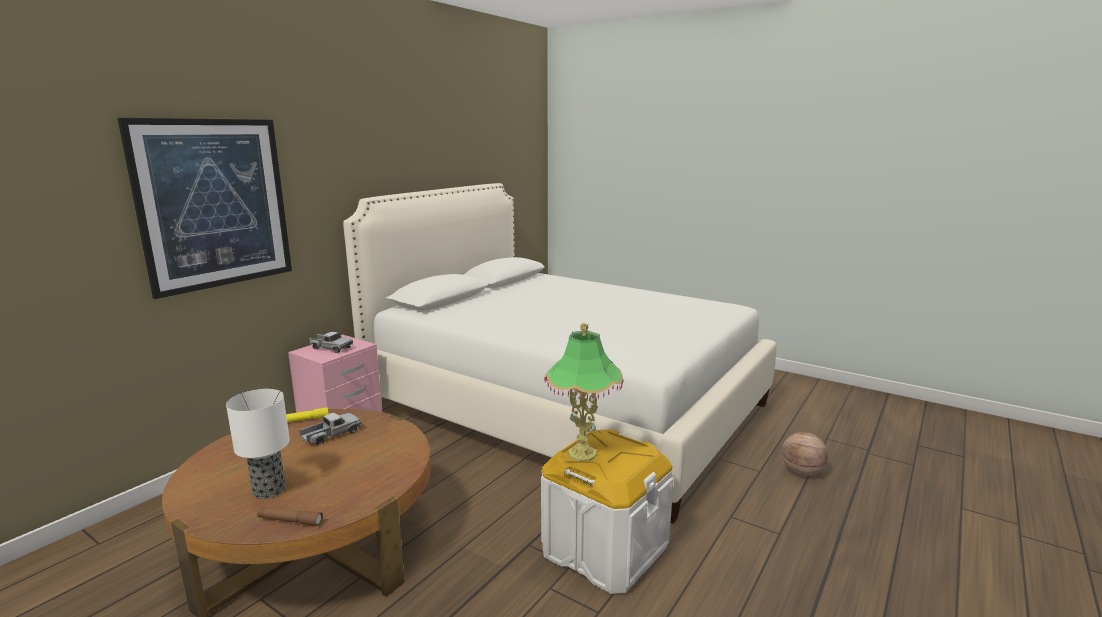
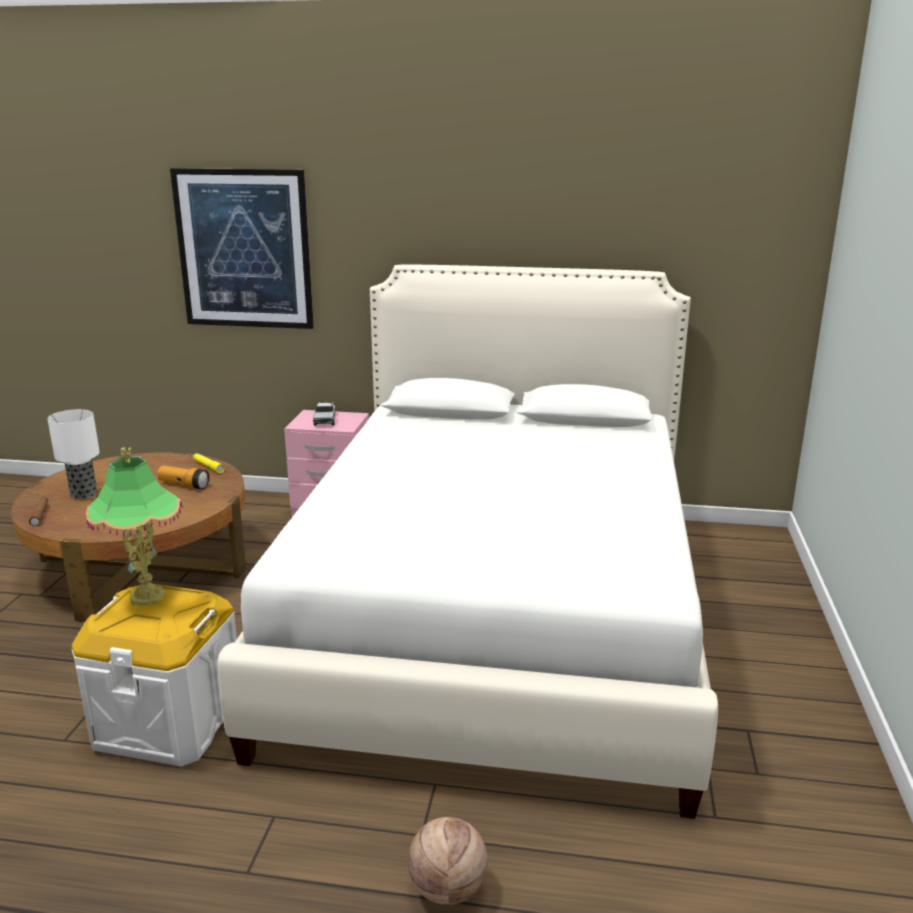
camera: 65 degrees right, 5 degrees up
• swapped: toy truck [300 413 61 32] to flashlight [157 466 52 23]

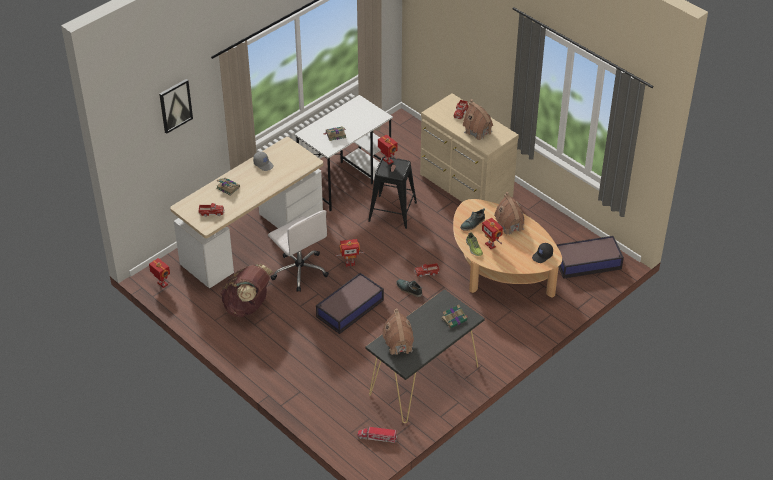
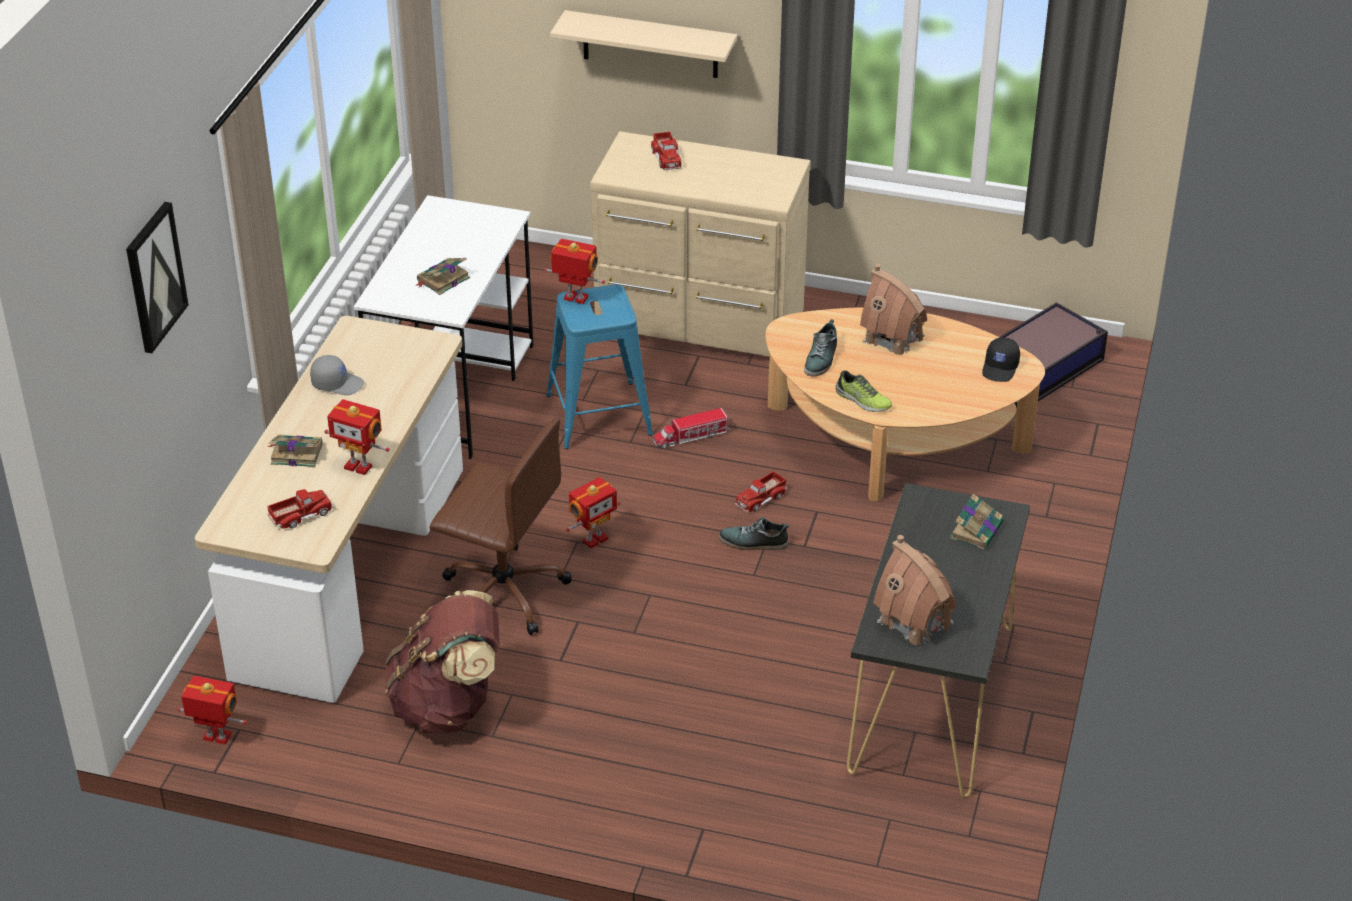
camera: 30 degrees left, 5 degrees down
• repainted: office chair (white) [268 210 61 82] to office chair (brown) [430 418 142 217]
• gone: storage box [316 273 68 61]
• shifted: toy truck [357 426 40 17] to [653 408 77 41]
• repainted: stool (black) [368 156 49 73] to stool (blue) [546 285 107 164]
• gone: toy house [463 99 30 41]
• shifted: toy robot [482 218 21 31] to [325 399 65 76]
• new: shelf (beige) [550 10 187 68]

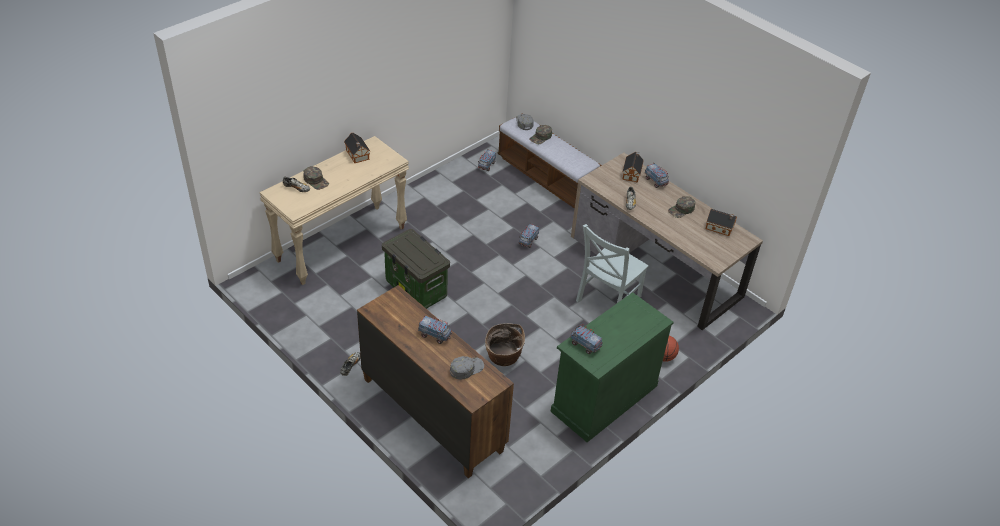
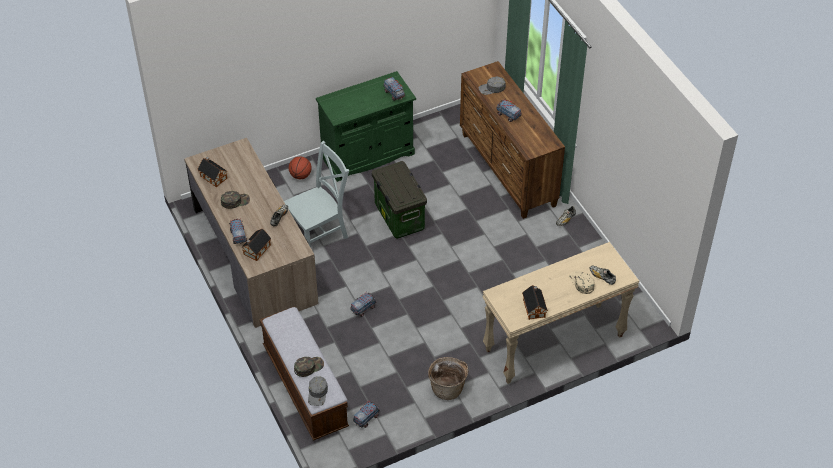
camera: 160 degrees left, 5 degrees up
• repainted: cap (green) [303 166 26 24] to cap (beige) [570 271 25 23]
• shifted: storage box [382 229 68 80] to [372 161 55 78]
• shifted: basket [485 323 40 43] to [428 357 40 43]

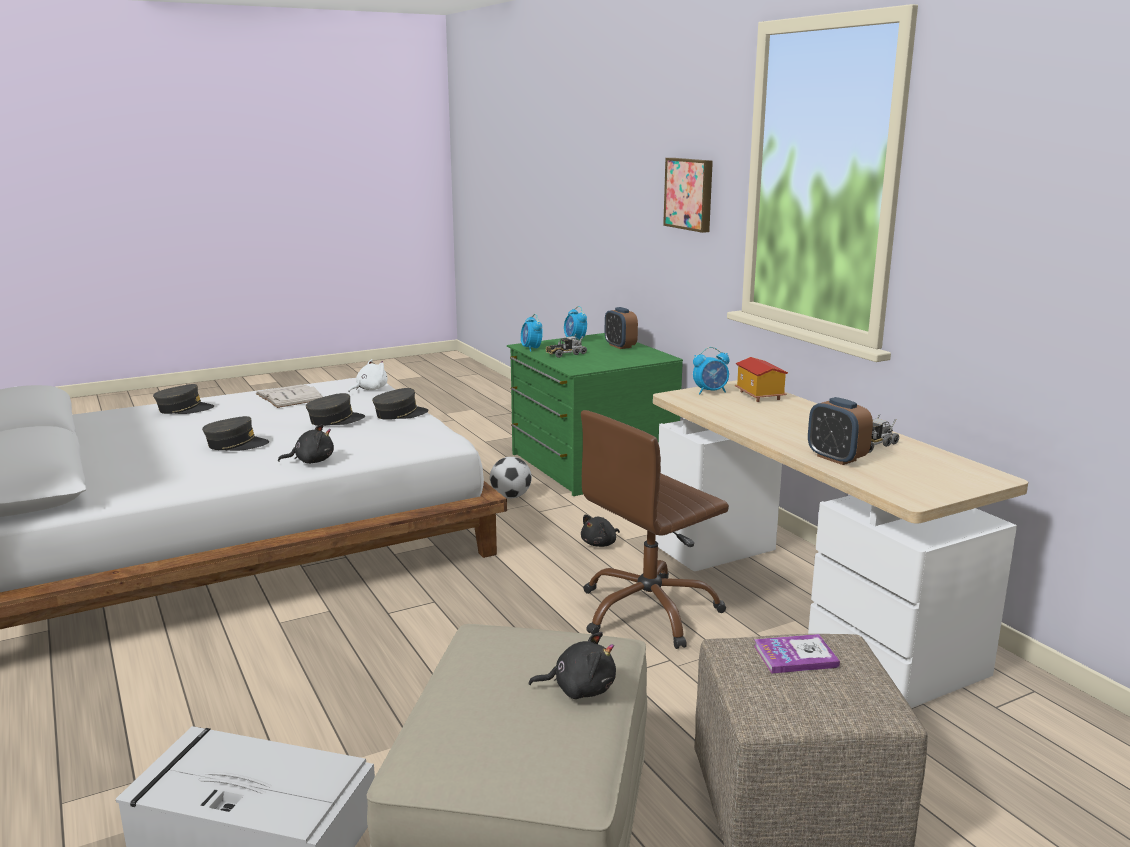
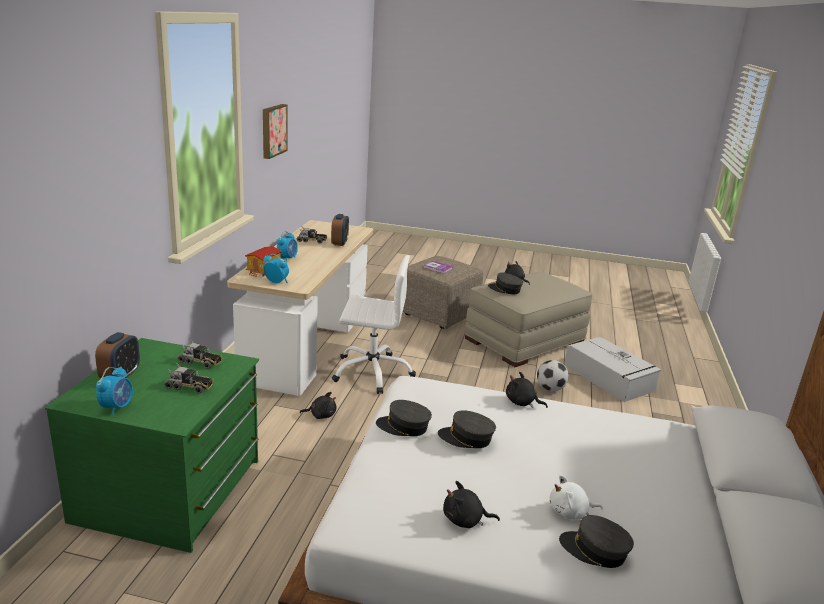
camera: 140 degrees left, 5 degrees up
• shifted: cap (grey) [202 416 67 35] to [488 272 35 22]
• swapped: book (white) [256 384 66 24] to plush toy (black) [443 481 57 47]
• shifted: plush toy (white) [349 359 38 33] to [550 475 53 45]
• shifted: football [490 457 42 41] to [537 360 32 31]
• shifted: alarm clock [521 314 22 38] to [277 231 21 31]
• repainted: office chair (brown) [581 410 148 239] to office chair (white) [332 255 84 139]
• shifted: picture [663 158 50 75] to [263 104 25 55]
• new: toy truck [178 339 45 30]

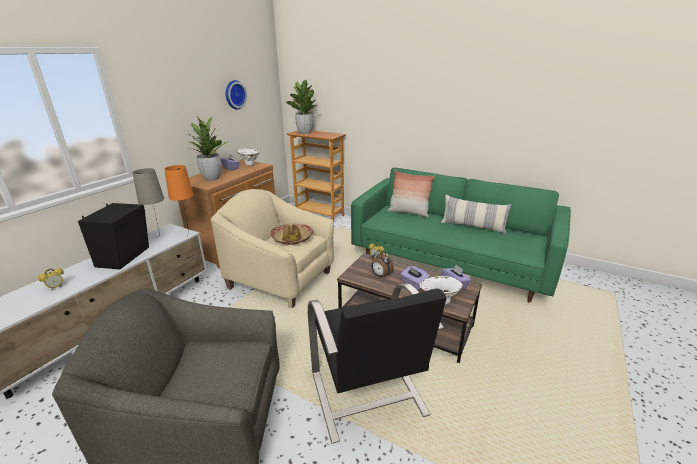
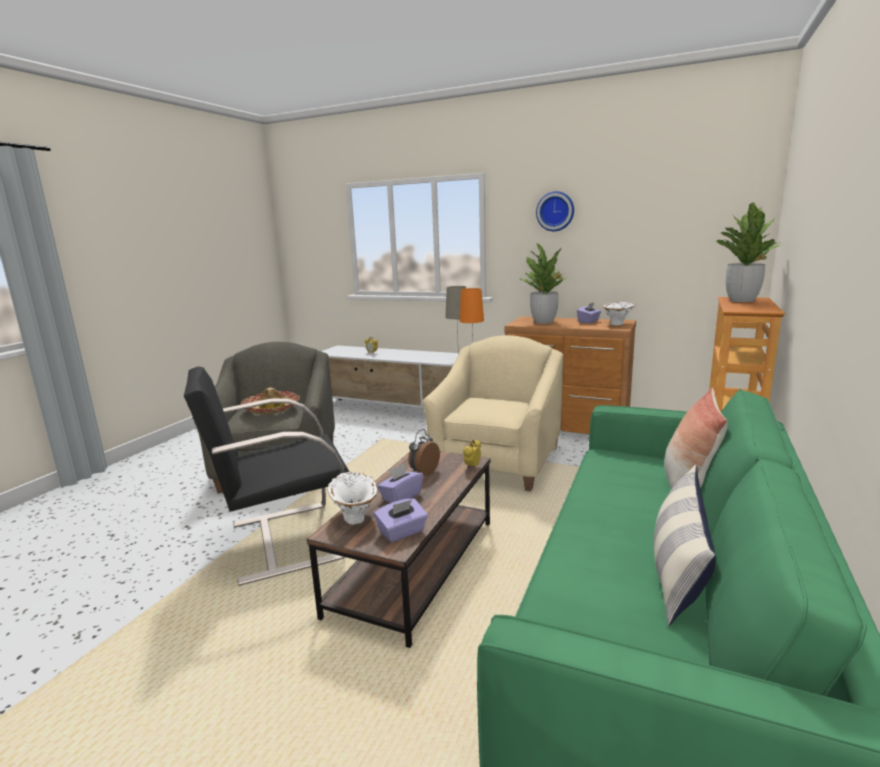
camera: 85 degrees right, 10 degrees down
• gone: speaker (black) [78 203 71 66]
• shifted: wall clock [226 80 21 30] to [536 191 38 40]
• shifted: hat [270 223 43 22] to [241 388 59 26]

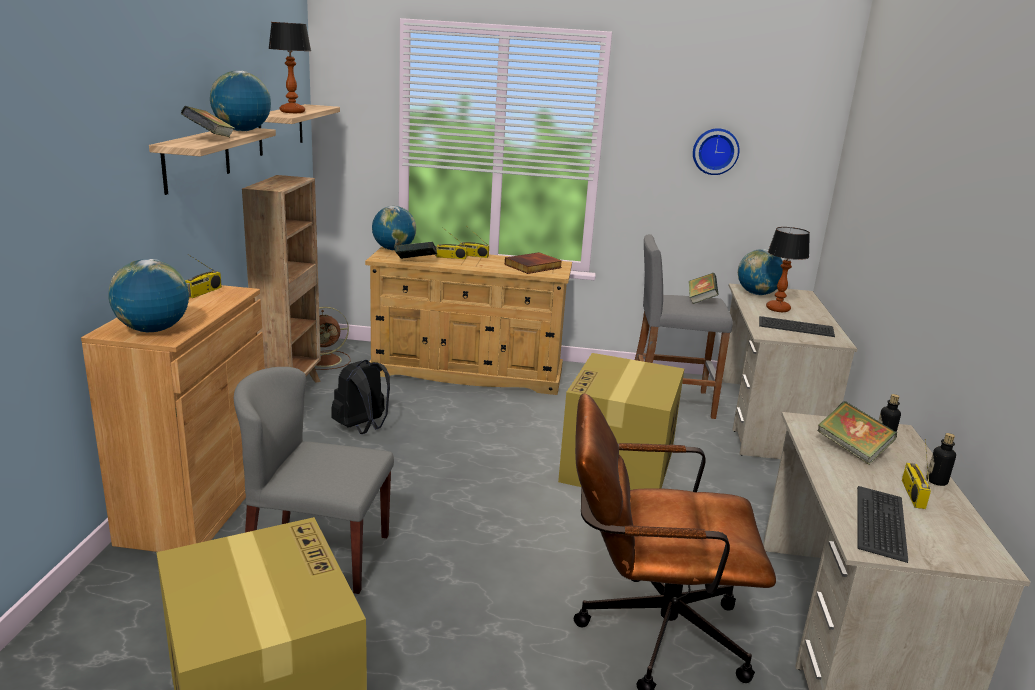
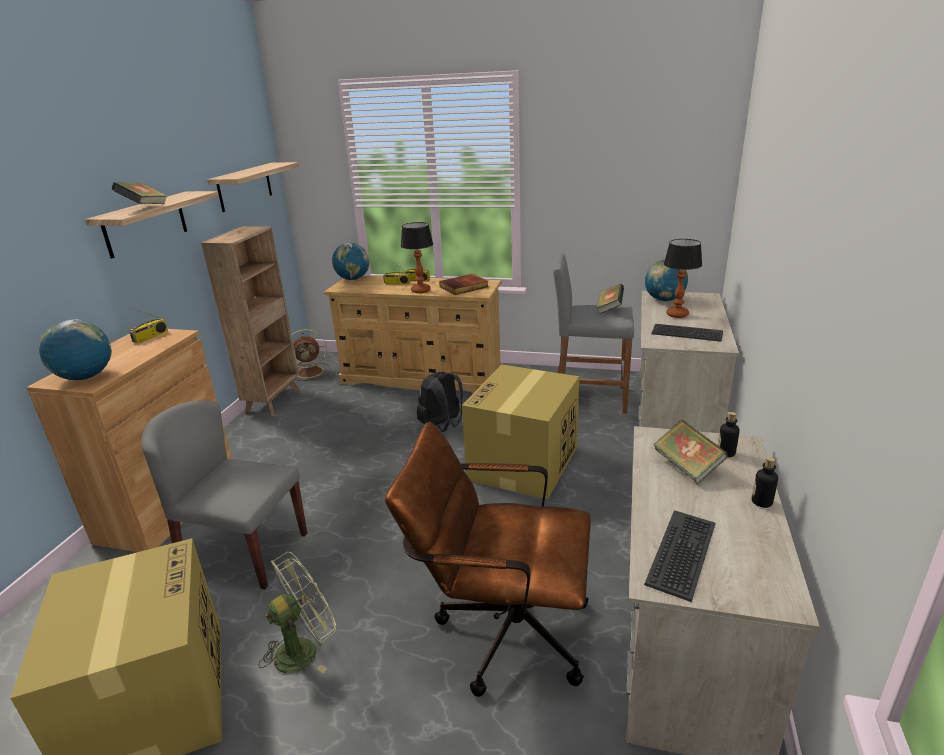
camera: 10 degrees right, 5 degrees up
• gone: globe [210 71 61 60]
• shifted: table lamp [268 22 43 91] to [401 222 32 71]
• shifted: backpack (black) [331 360 59 74] to [417 372 46 60]
• gone: book [395 242 42 17]
• gone: wall clock [693 128 47 47]
• gone: radio [902 439 29 70]
• new: fan (green) [259 552 77 121]

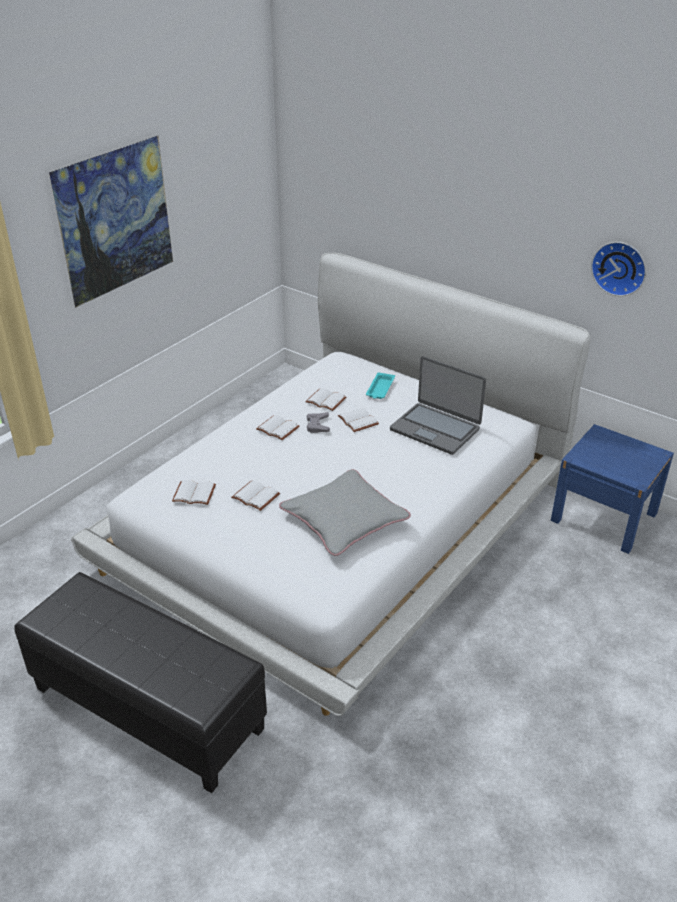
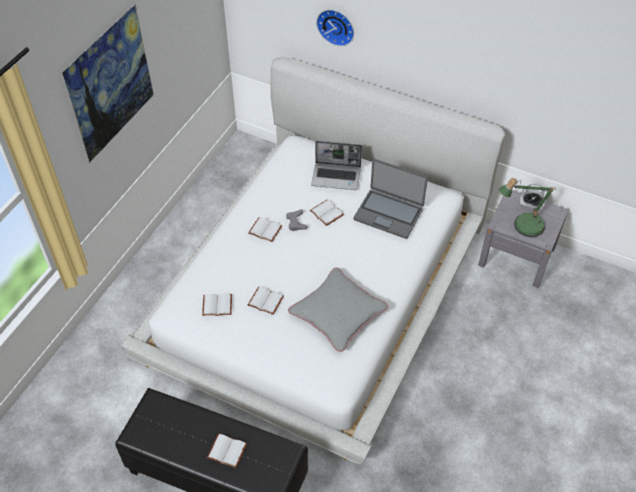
camera: 10 degrees left, 15 degrees up
• shifted: book (white) [305 388 42 23] to [207 433 40 35]
• swapped: tray (turquoise) [366 372 29 27] to laptop [311 141 51 49]
• repainted: nightstand (blue) [551 424 123 130] to nightstand (grey) [478 190 91 98]
• shifted: wall clock [591 242 55 54] to [316 9 38 37]
• new: table lamp [499 178 57 59]
• new: alarm clock [520 184 27 25]

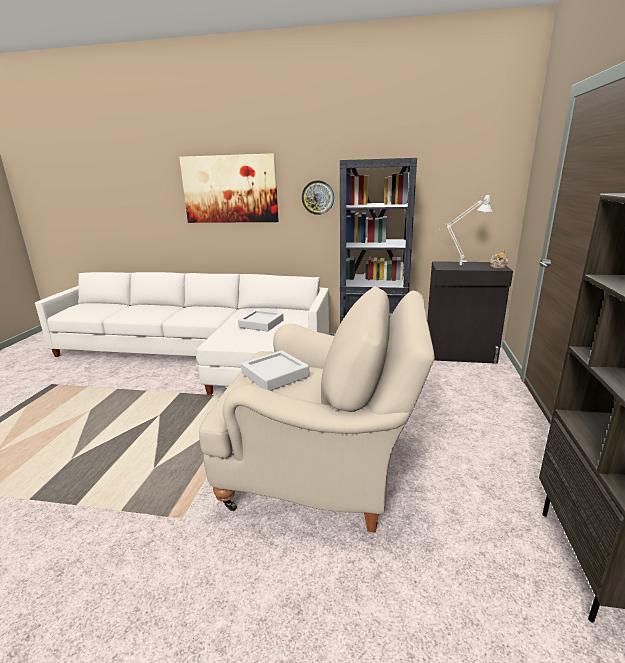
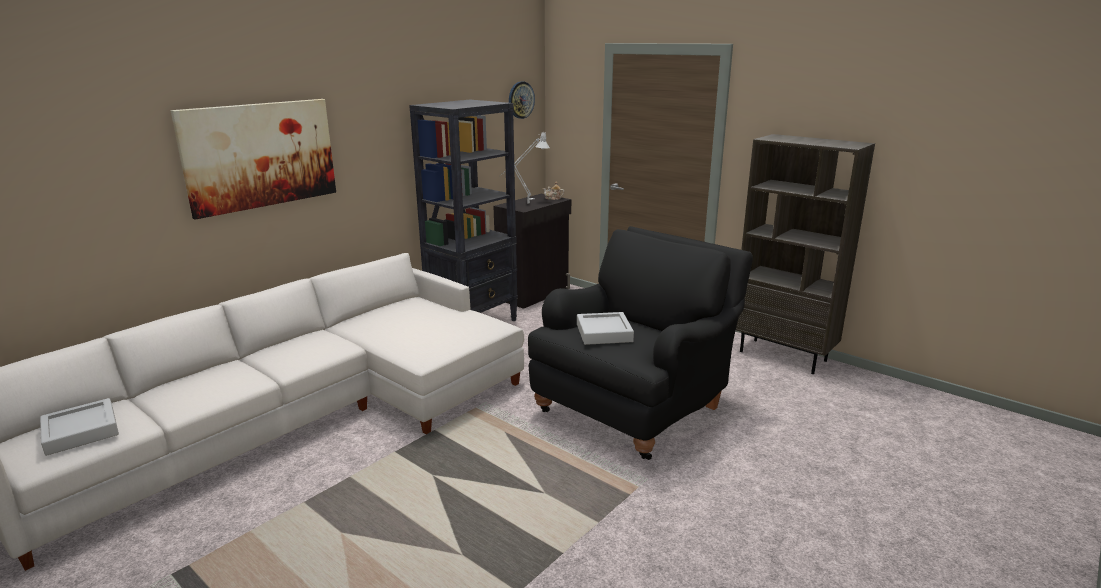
camera: 60 degrees left, 0 degrees up
• repainted: armchair (beige) [199 286 236 247] to armchair (black) [528 226 225 234]
• shifted: tray (grey) [238 310 46 21] to [40 398 79 58]
• shifted: wall clock [302 180 32 35] to [509 82 26 37]

